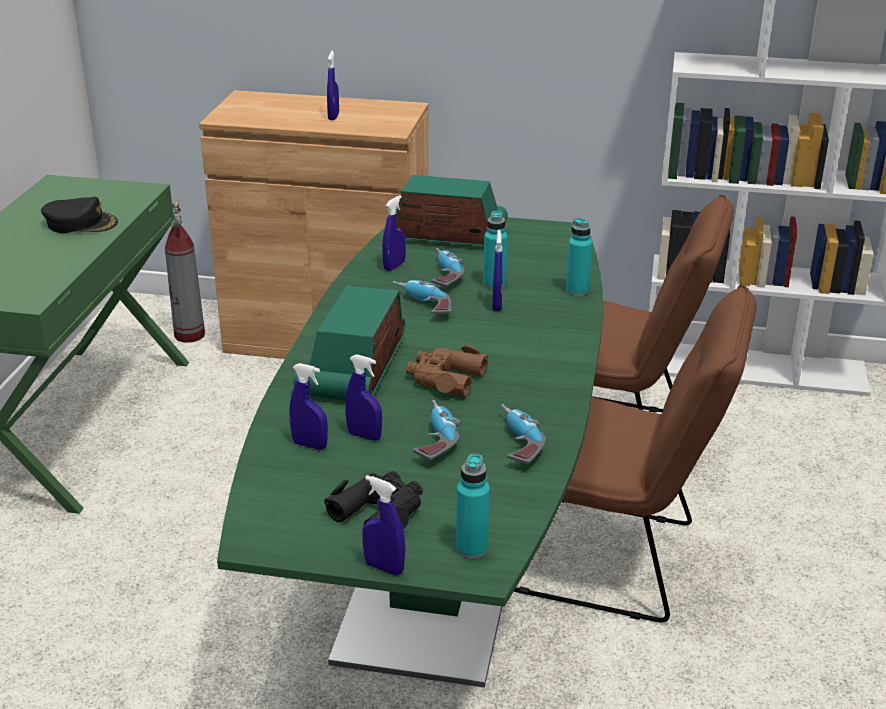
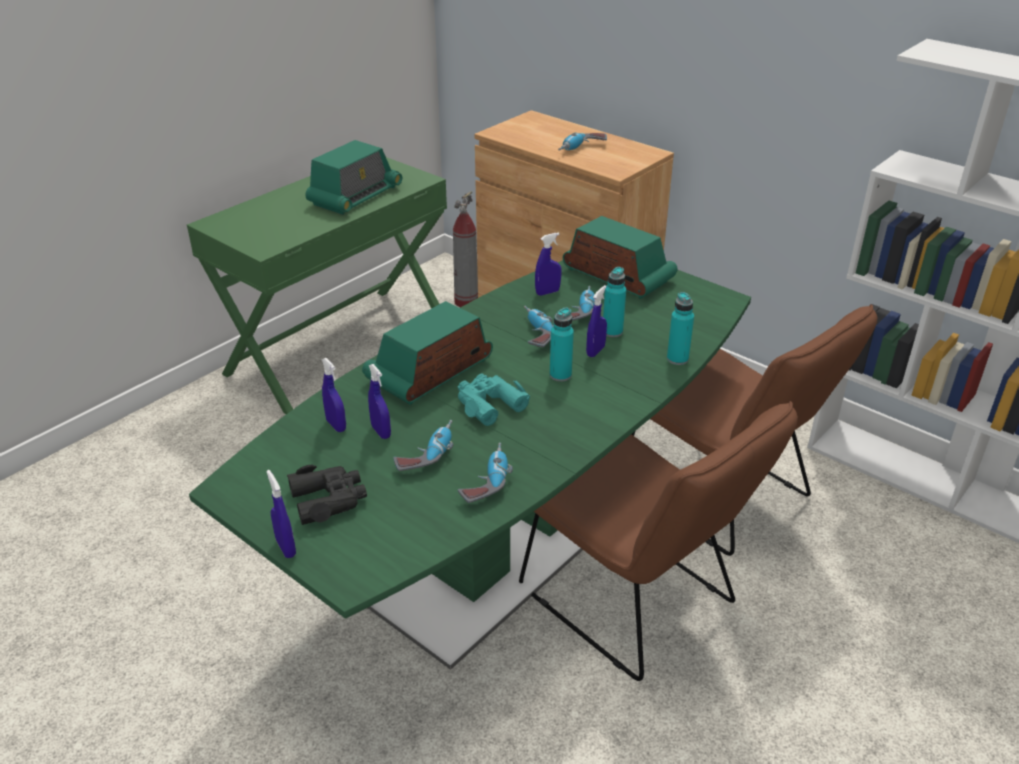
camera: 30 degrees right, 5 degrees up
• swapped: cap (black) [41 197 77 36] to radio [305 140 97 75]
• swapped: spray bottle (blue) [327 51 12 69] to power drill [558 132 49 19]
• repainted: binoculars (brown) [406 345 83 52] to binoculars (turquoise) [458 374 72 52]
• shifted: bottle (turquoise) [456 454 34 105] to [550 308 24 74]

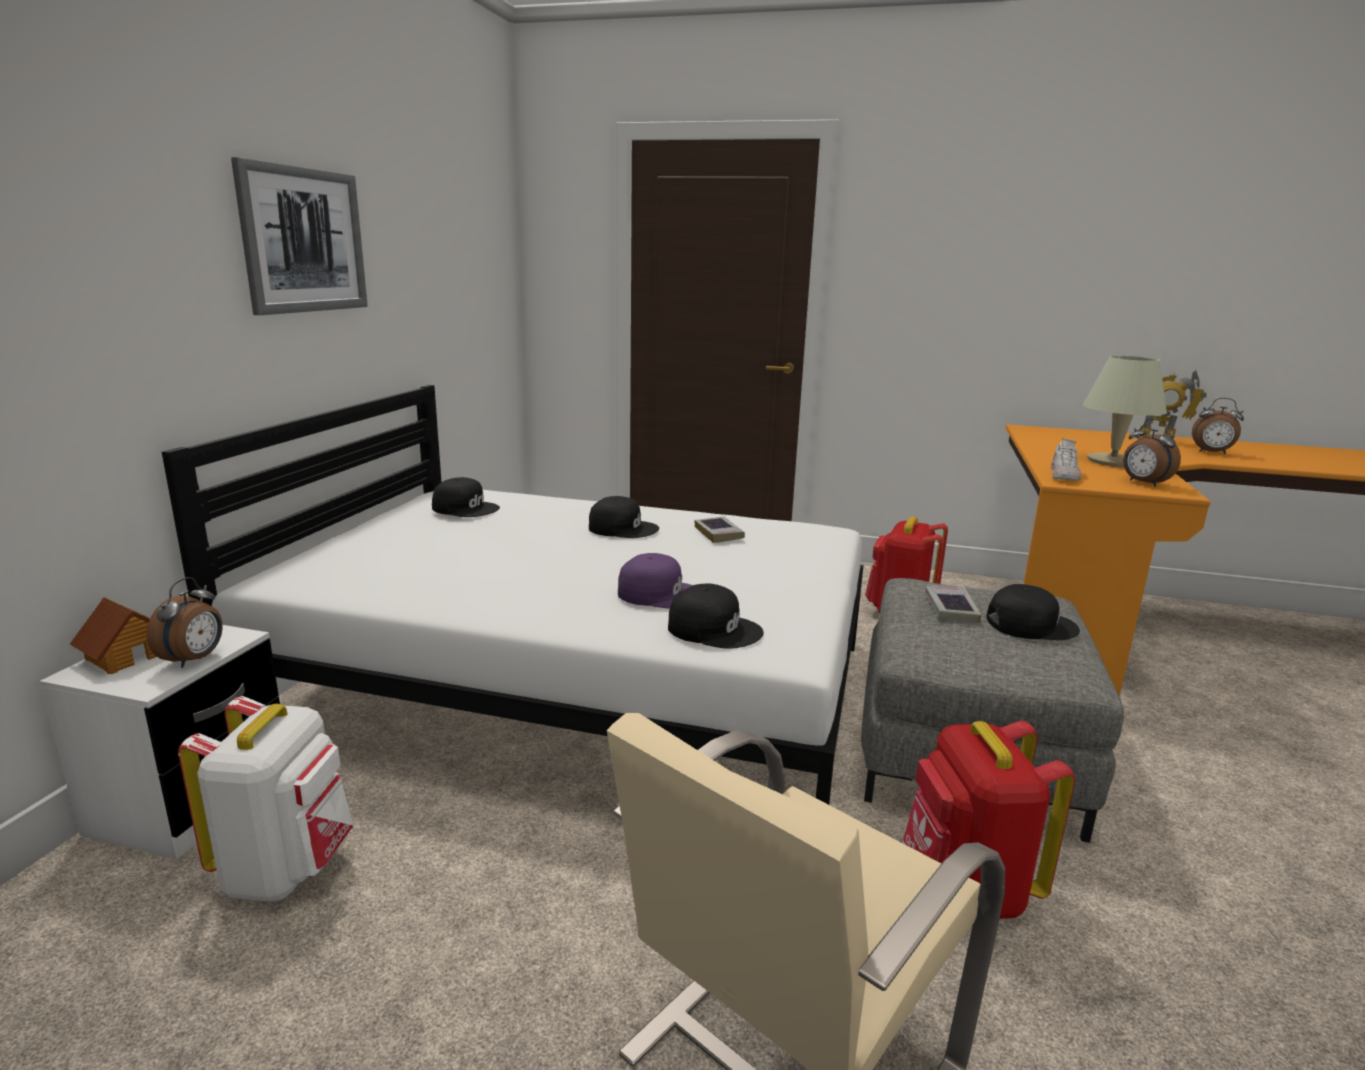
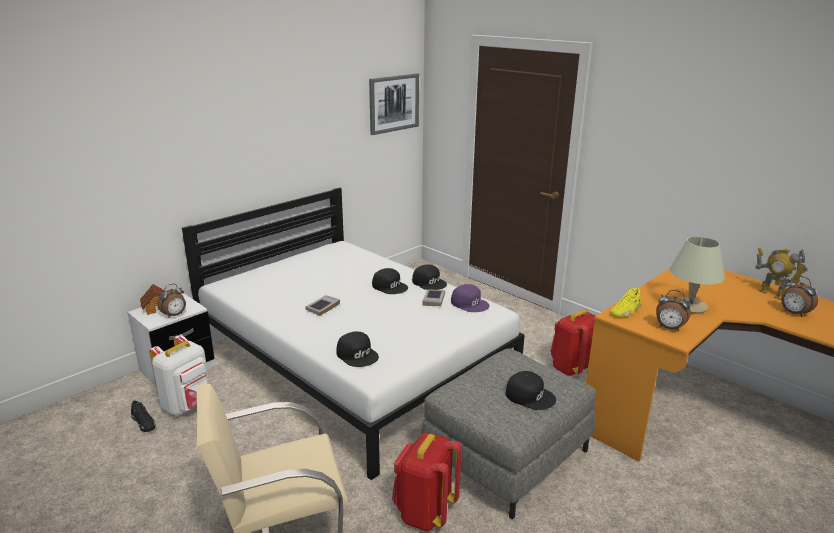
camera: 30 degrees right, 5 degrees up
• shifted: picture [231 157 137 158] to [369 73 50 62]
• shifted: cap (black) [432 477 68 40] to [412 265 35 25]
• shifted: cap (purple) [618 553 75 55] to [451 284 39 28]
• shifted: book [925 586 56 37] to [306 295 34 21]
• repainted: shoe (white) [1051 438 30 43] to shoe (yellow) [610 288 31 29]
• rotated: alarm clock [1123 419 58 68] = [656 290 35 41] 60 degrees counterclockwise
• new: shoe (black) [131 400 25 32]

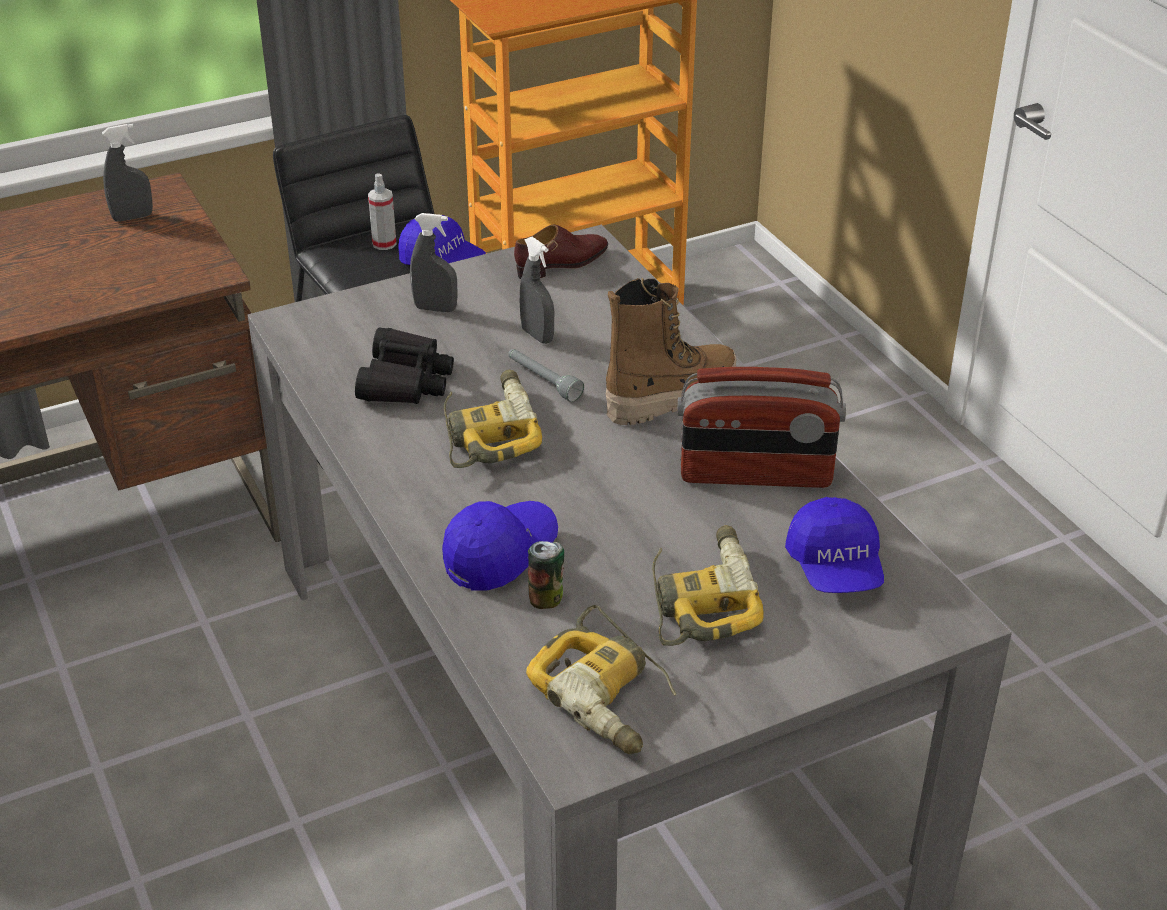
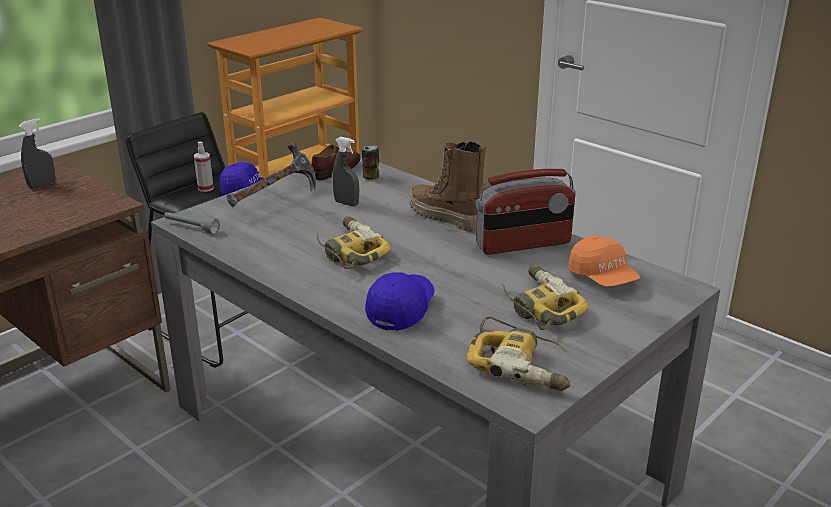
camera: 20 degrees left, 10 degrees down
• gone: binoculars (black) [355 328 99 76]
• swapped: spray bottle (grey) [410 213 47 99] to hammer [226 143 90 64]
• shifted: flashlight (grey) [508 349 76 53] to [164 212 55 22]
• shifted: can [528 541 36 68] to [362 146 17 34]
• rotated: boot [606 278 131 147] = [410 141 76 92] 90 degrees counterclockwise
• repainted: cap (blue) [785 497 99 96] to cap (orange) [568 236 73 51]

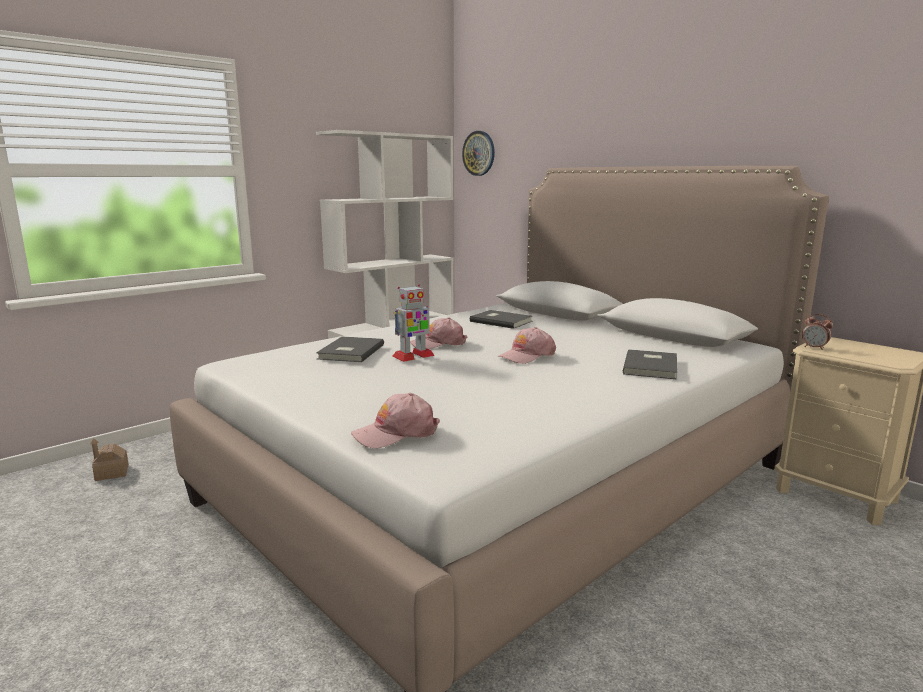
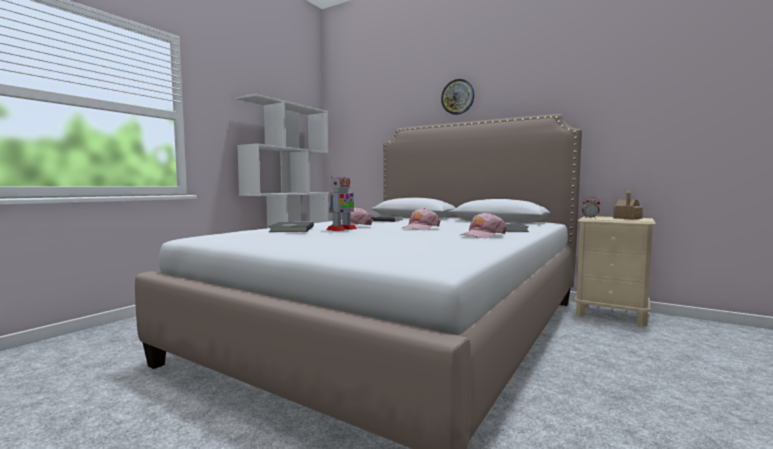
camera: 15 degrees left, 10 degrees down
• shifted: toy house [90 438 39 43] to [613 190 30 30]
• shifted: cap (pink) [351 393 89 55] to [461 212 46 26]
• shifted: wall clock [462 131 33 45] to [441 79 33 36]

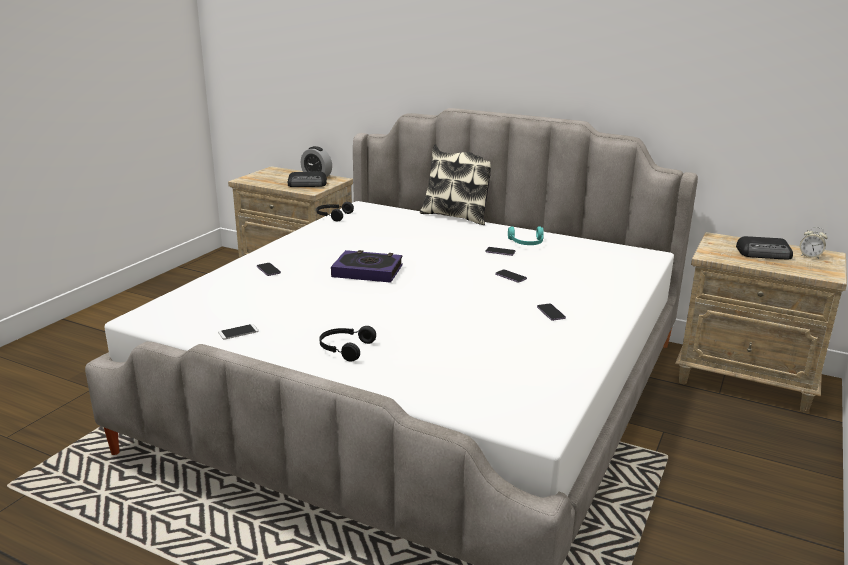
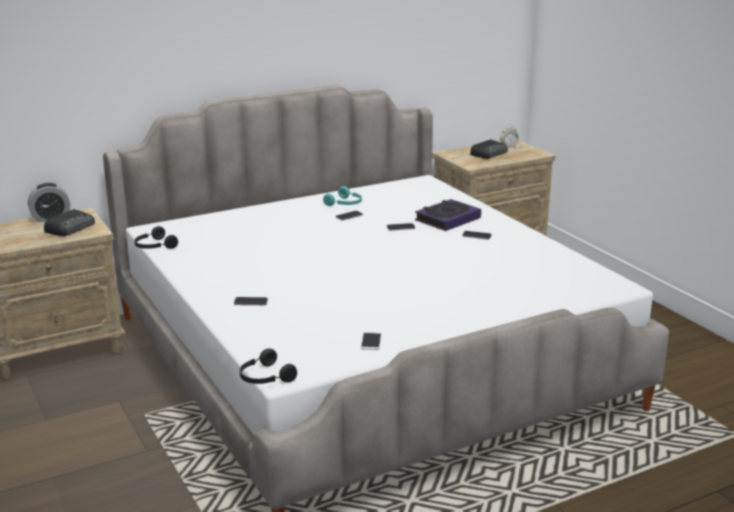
camera: 55 degrees left, 0 degrees up
• shifted: headphones (black) [319 326 57 36] to [240 349 57 35]
• shifted: book [331 250 72 33] to [415 199 66 32]
• gone: pillow [420 144 71 81]

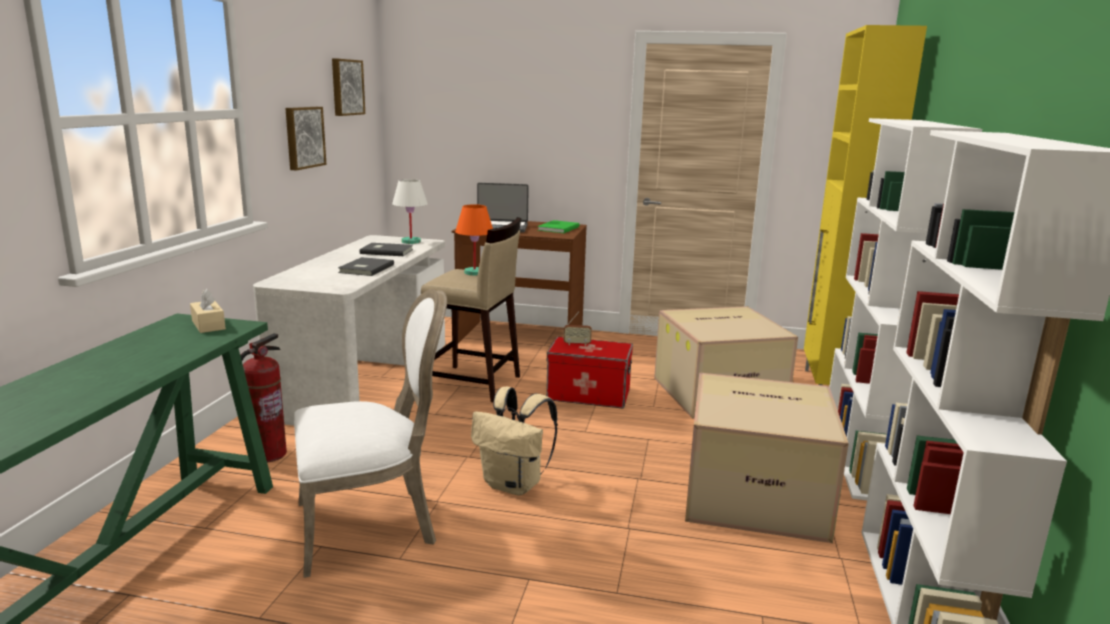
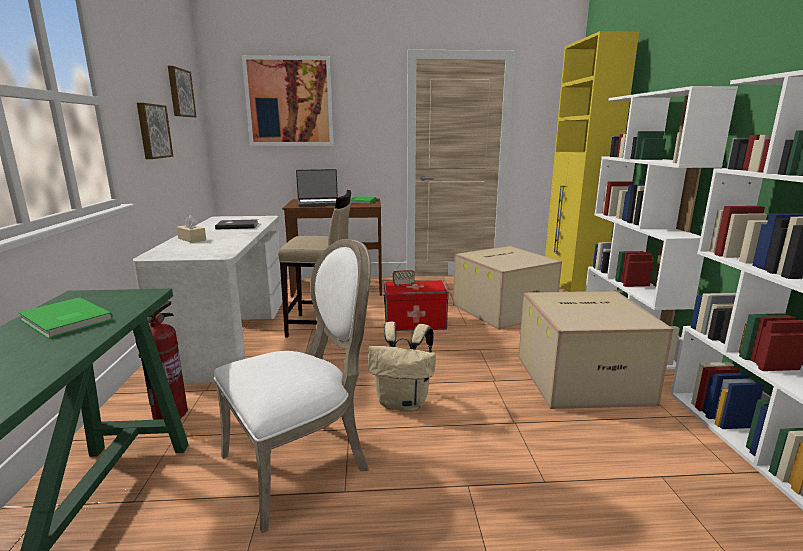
camera: 15 degrees left, 0 degrees up
• shifted: tissue box (beige) [190 289 36 44] to [177 215 29 28]
• gone: book (grey) [338 257 56 19]
• gone: table lamp (white) [392 179 36 65]
• gone: table lamp (orange) [455 205 38 71]
• new: book (green) [18 297 95 42]
• new: picture [242 55 92 91]

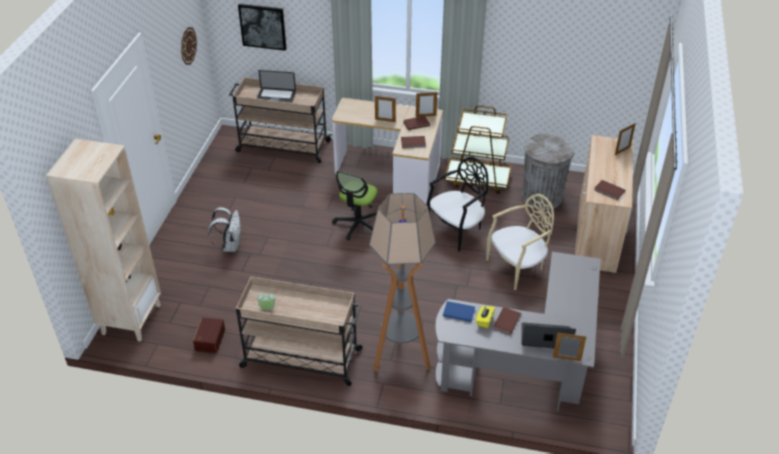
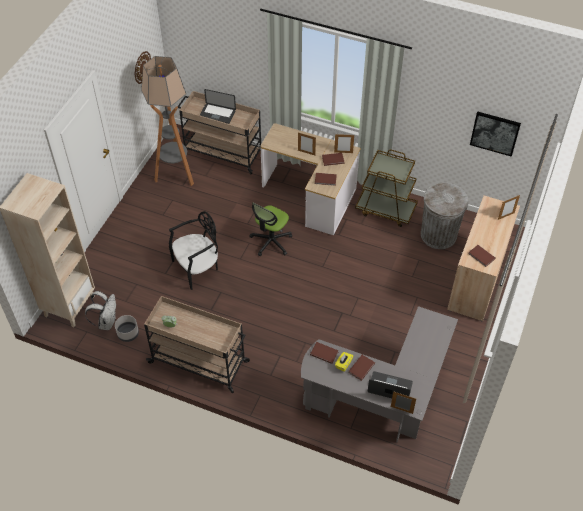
camera: 10 degrees right, 10 degrees up
• swapped: storage box (brown) [193 318 32 35] to planter (grey) [115 315 24 27]
• shifted: backpack (white) [208 207 33 45] to [85 291 31 39]
• shifted: picture [238 4 49 47] to [470 111 51 46]
• shifted: floor lamp [369 193 67 179] to [141 56 53 130]
• shifted: chair (black) [427 157 61 94] to [169 211 49 79]
• repainted: book (blue) [443 301 32 21] to book (brown) [310 342 28 22]
• gone: chair (beige) [486 194 68 96]

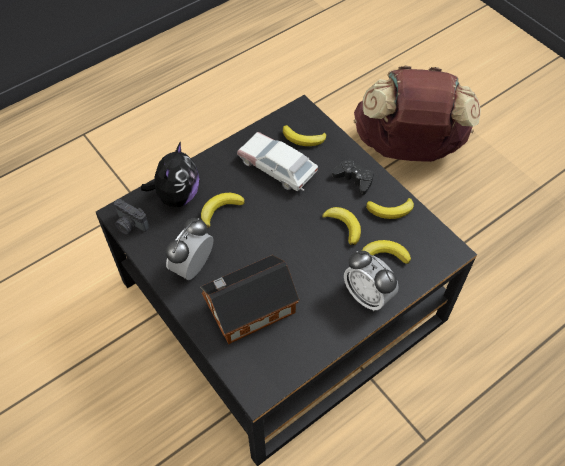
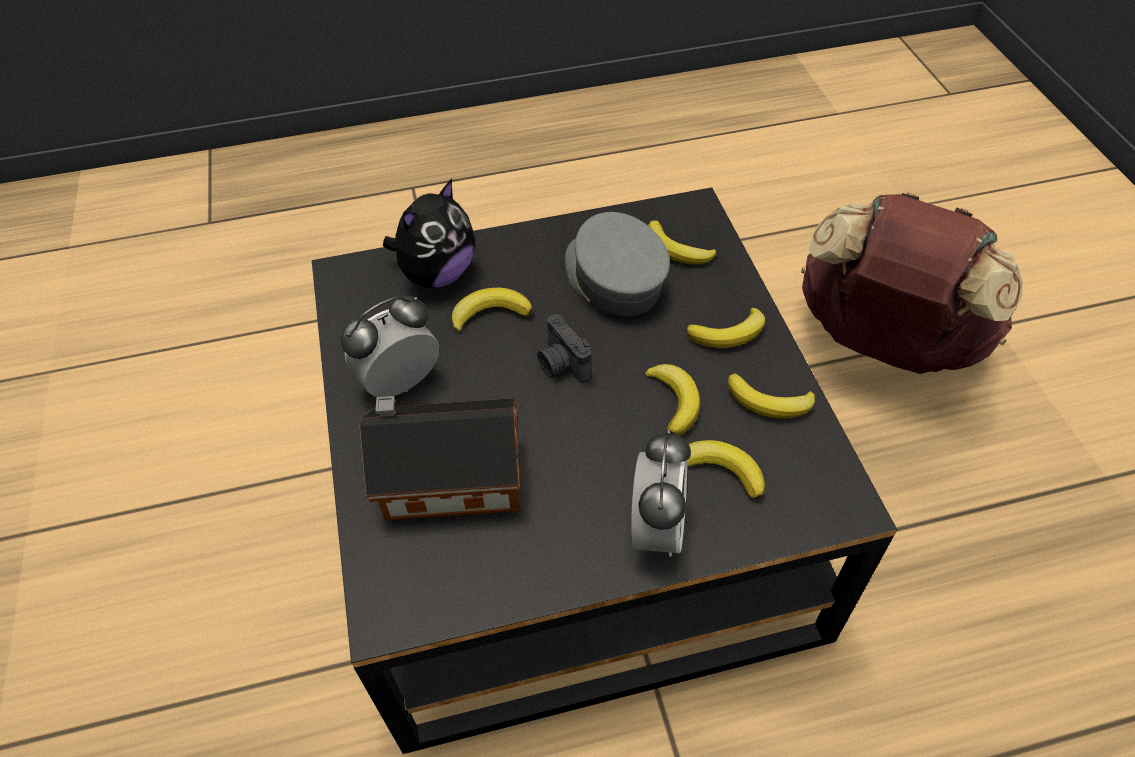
camera: 25 degrees right, 5 degrees down
• shifted: photo camera [114 199 35 36] to [537 314 55 69]
• swapped: toy car [237 132 81 59] to cap (grey) [565 212 105 105]
• swapped: game controller (black) [332 159 42 36] to banana [687 307 78 41]
• rotated: alarm clock [344 251 55 60] = [631 430 60 127] 150 degrees counterclockwise

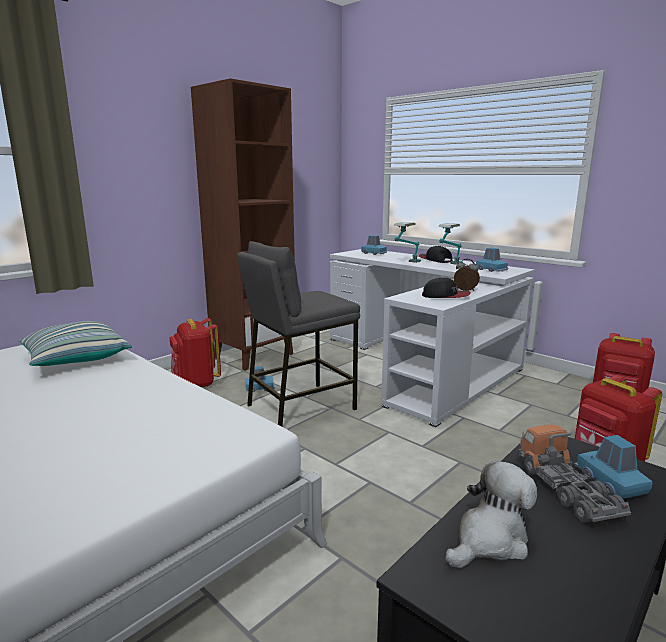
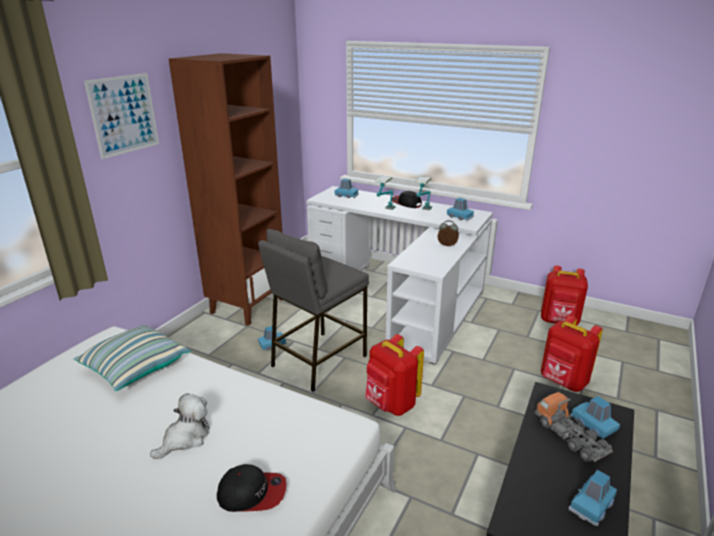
camera: 15 degrees left, 10 degrees up
• shifted: backpack (red) [170 318 51 69] to [365 334 59 82]
• shifted: cap [422 278 49 20] to [217 464 70 48]
• shifted: plush toy [445 460 92 108] to [150 393 60 66]
• new: picture [84 73 75 86]
• new: toy car (blue) [568 470 49 56]

